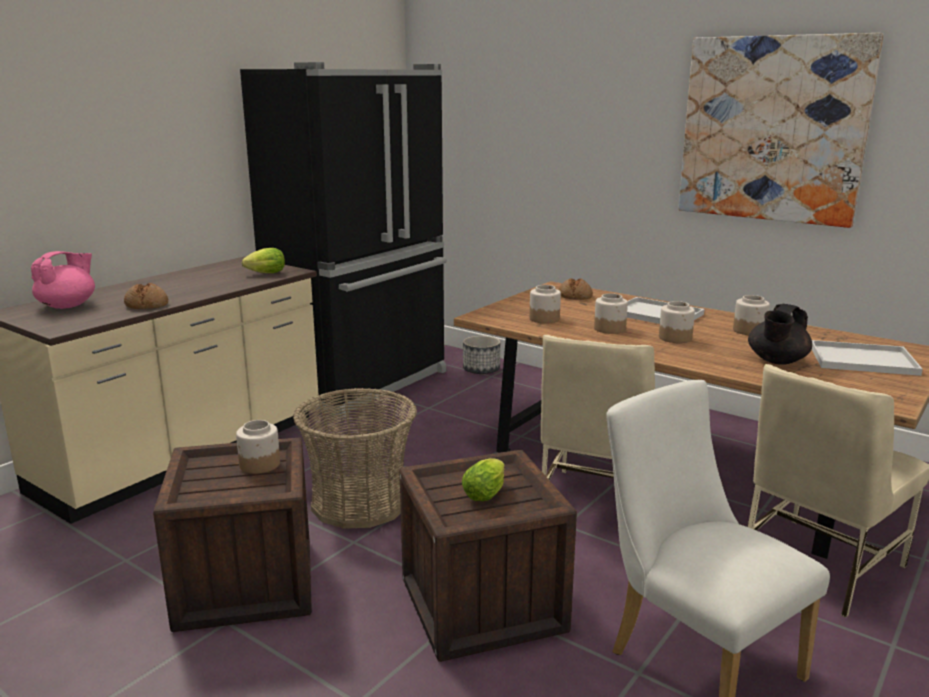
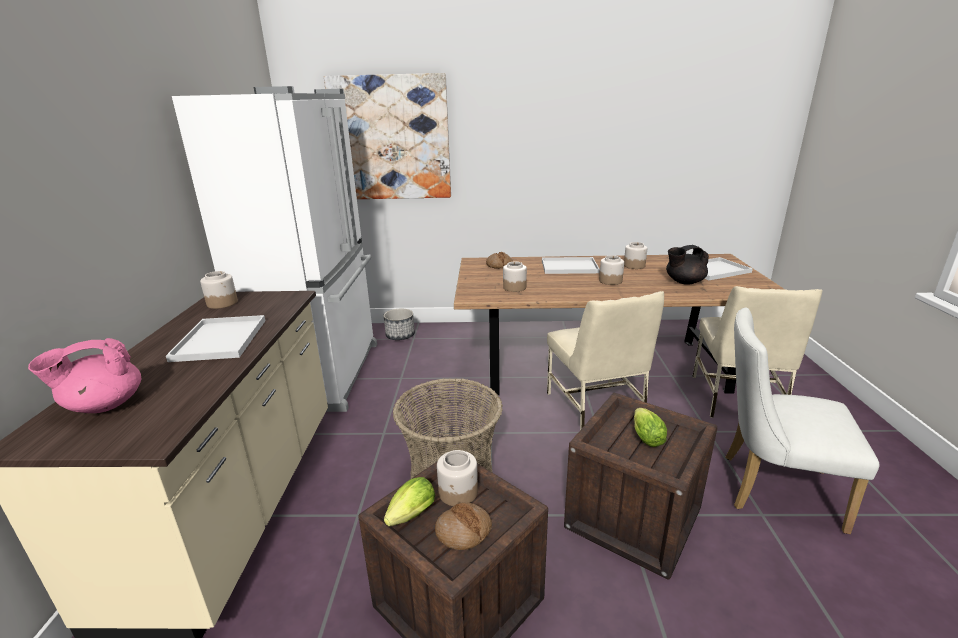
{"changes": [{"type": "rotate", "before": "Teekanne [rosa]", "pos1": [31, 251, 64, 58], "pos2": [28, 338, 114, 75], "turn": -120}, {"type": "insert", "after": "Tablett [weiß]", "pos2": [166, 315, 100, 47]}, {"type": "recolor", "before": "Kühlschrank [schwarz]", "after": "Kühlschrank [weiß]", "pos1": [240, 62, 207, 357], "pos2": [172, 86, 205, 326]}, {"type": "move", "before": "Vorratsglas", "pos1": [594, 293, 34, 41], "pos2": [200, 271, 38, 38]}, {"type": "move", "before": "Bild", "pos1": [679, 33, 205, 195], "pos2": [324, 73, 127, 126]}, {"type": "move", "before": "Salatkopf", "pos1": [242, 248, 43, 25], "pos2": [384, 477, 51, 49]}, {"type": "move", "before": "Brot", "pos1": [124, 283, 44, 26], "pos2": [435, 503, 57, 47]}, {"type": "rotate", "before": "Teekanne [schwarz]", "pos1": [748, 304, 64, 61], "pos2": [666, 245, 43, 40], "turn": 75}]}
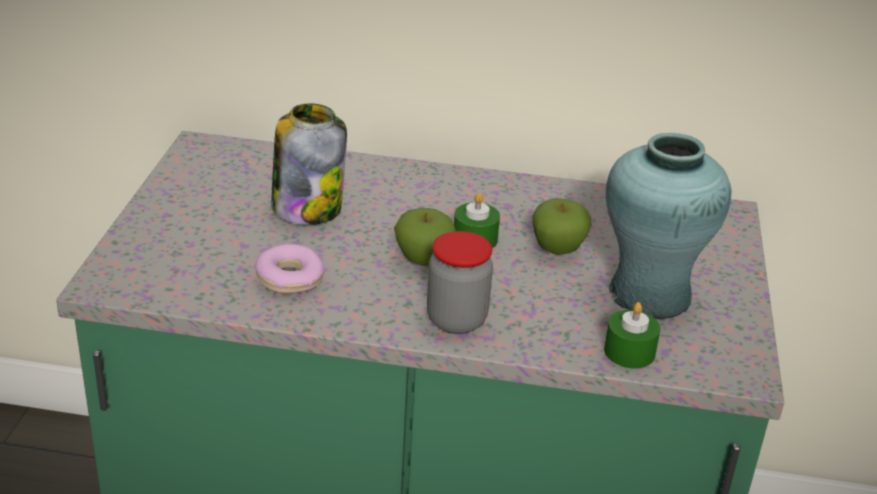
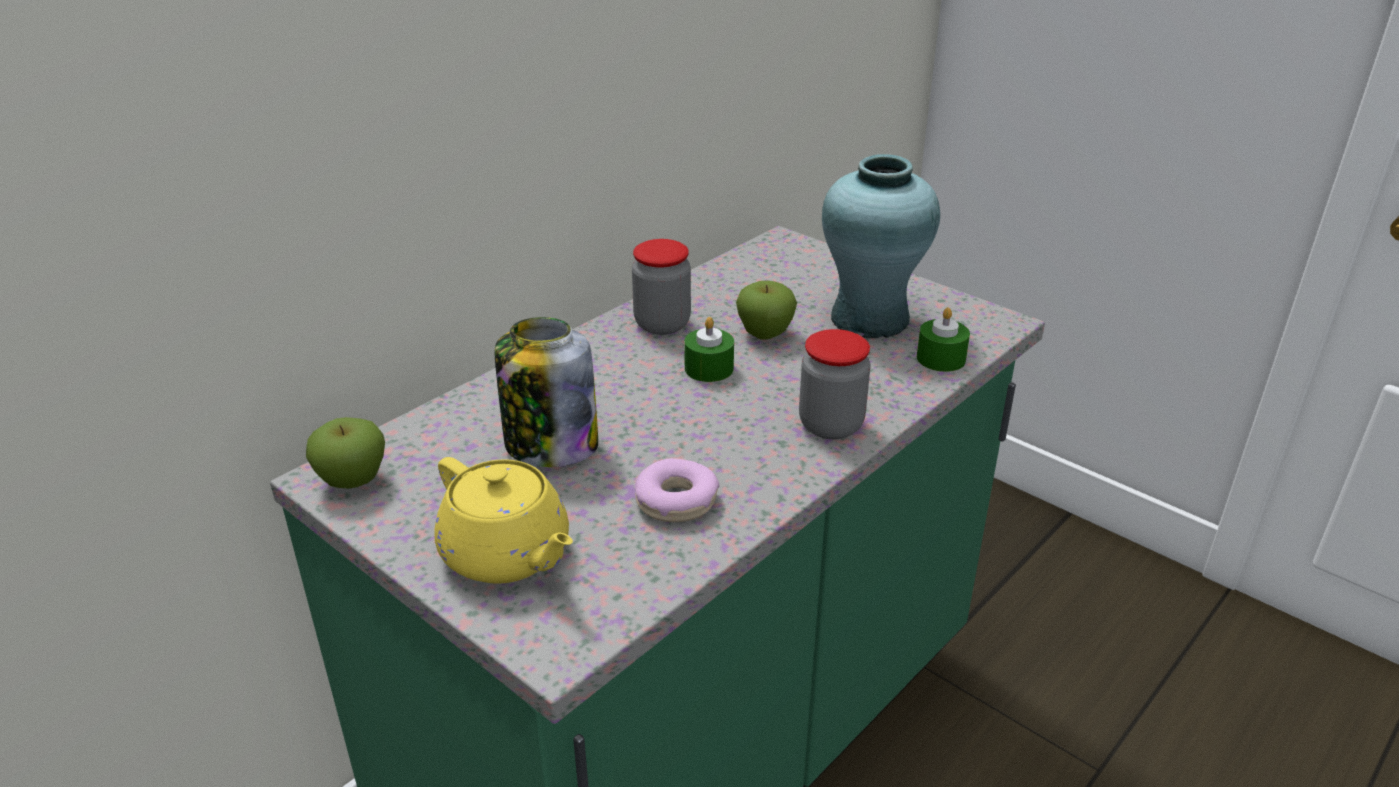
{"changes": [{"type": "move", "before": "Apfel", "pos1": [394, 208, 62, 58], "pos2": [306, 417, 79, 71]}, {"type": "insert", "after": "Teekanne [gelb]", "pos2": [434, 457, 139, 127]}, {"type": "insert", "after": "Vorratsglas", "pos2": [632, 239, 59, 96]}]}
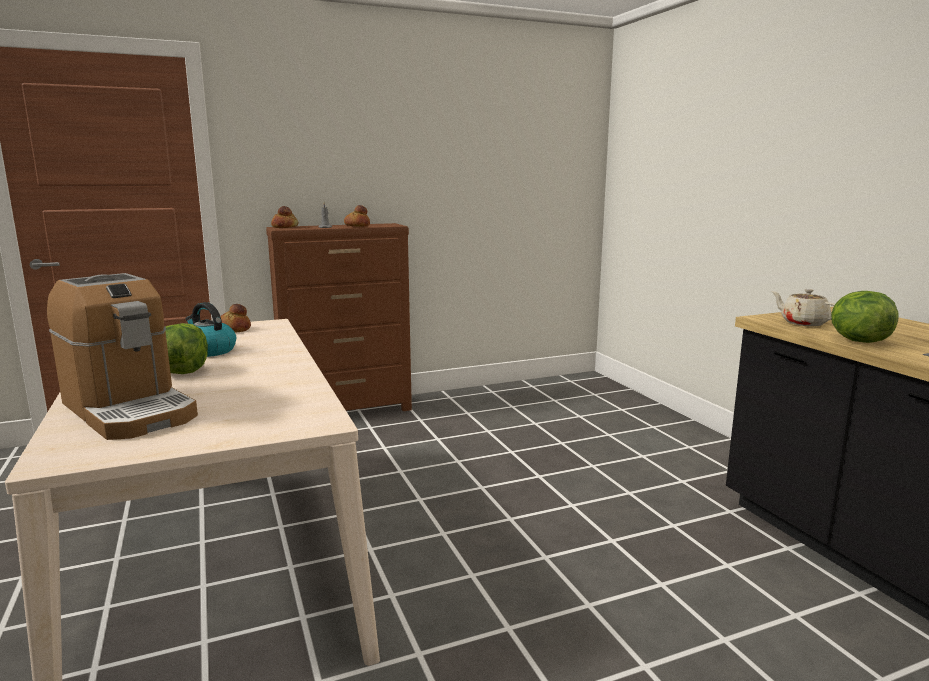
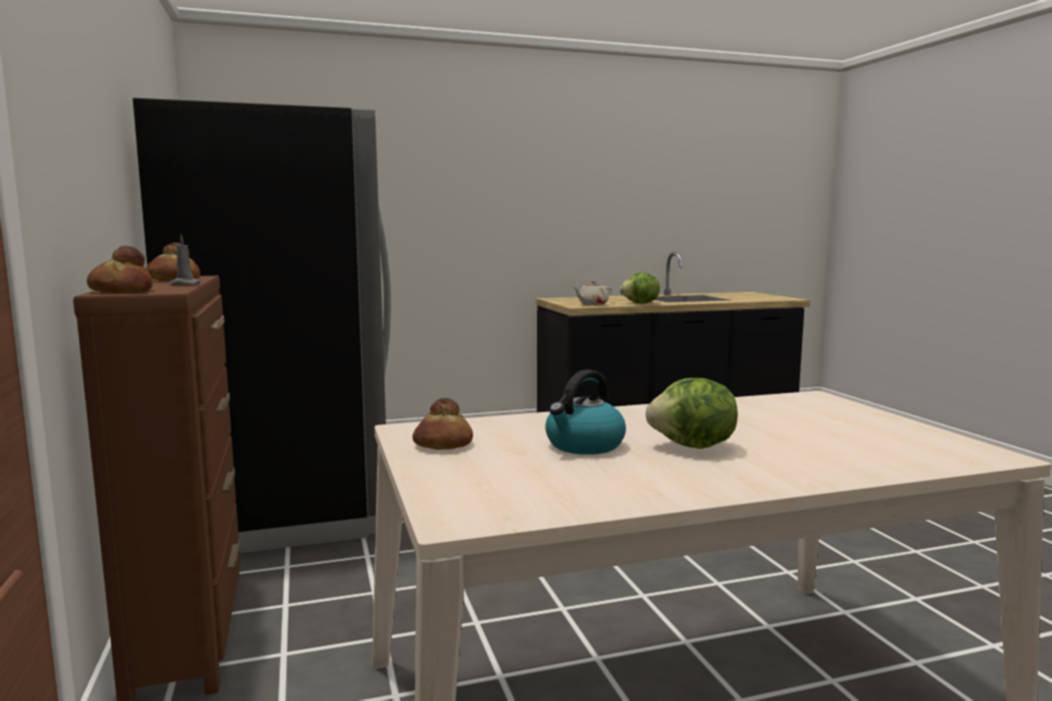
{"changes": [{"type": "insert", "after": "Kühlschrank [schwarz]", "pos2": [133, 98, 258, 455]}, {"type": "delete", "before": "Kaffeemaschine", "pos1": [47, 273, 151, 167]}]}
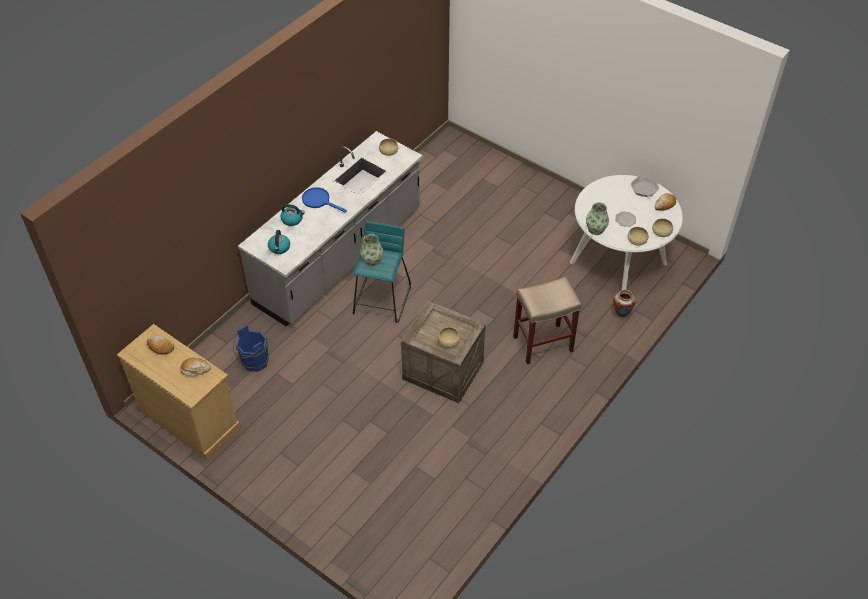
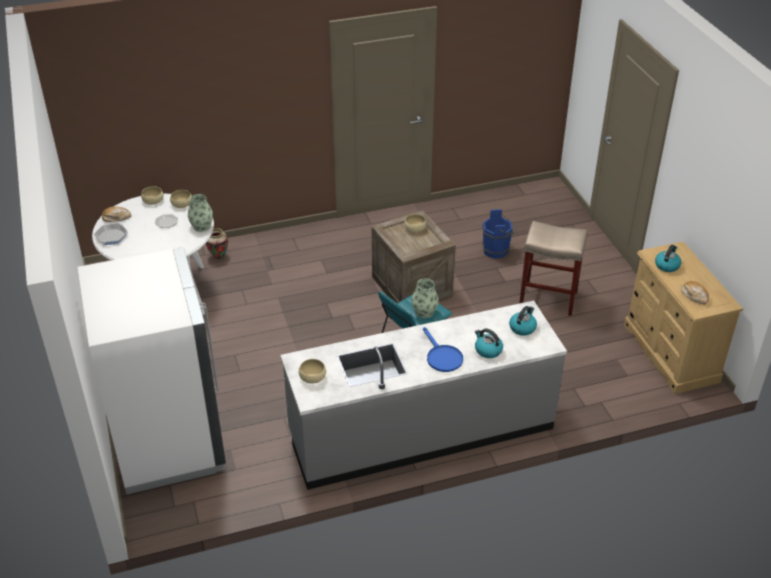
{"changes": [{"type": "insert", "after": "Kühlschrank [weiß]", "pos2": [78, 247, 148, 248]}, {"type": "move", "before": "Eimer [blau]", "pos1": [233, 325, 36, 47], "pos2": [482, 209, 34, 49]}, {"type": "move", "before": "Hocker [beige]", "pos1": [513, 277, 68, 87], "pos2": [519, 221, 69, 95]}, {"type": "replace", "before": "Brot", "after": "Wasserkessel", "pos1": [180, 358, 31, 18], "pos2": [655, 245, 26, 27]}]}
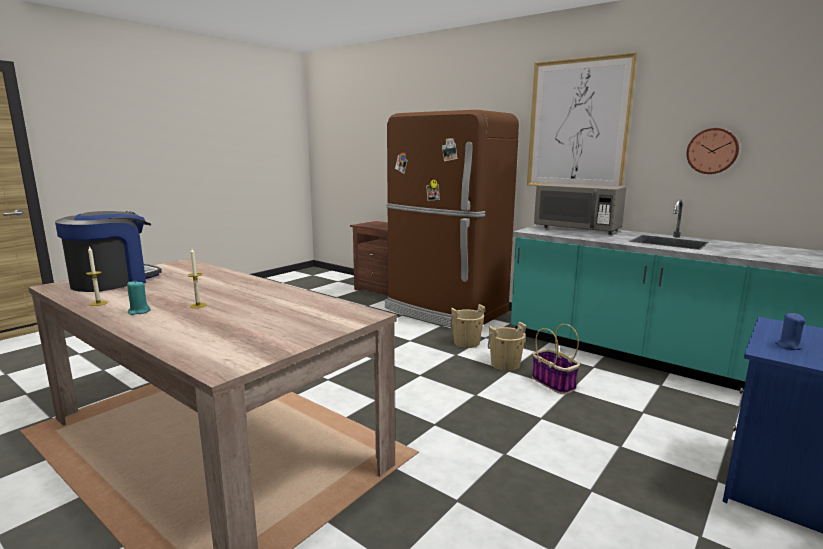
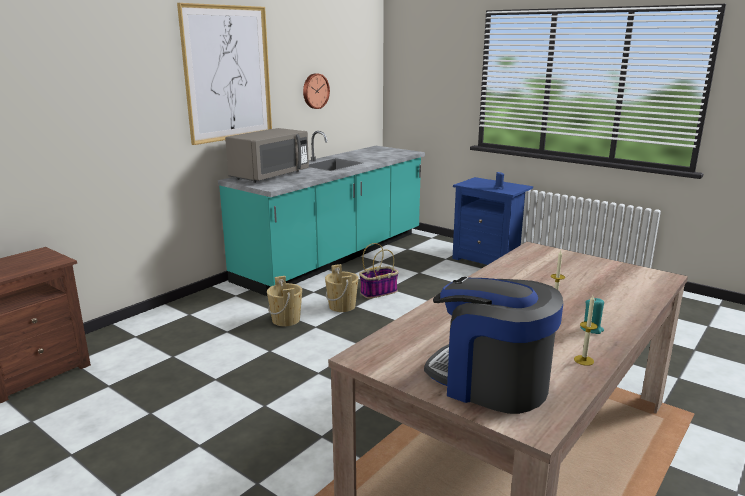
{"changes": [{"type": "delete", "before": "Kühlschrank [braun]", "pos1": [385, 110, 134, 217]}]}
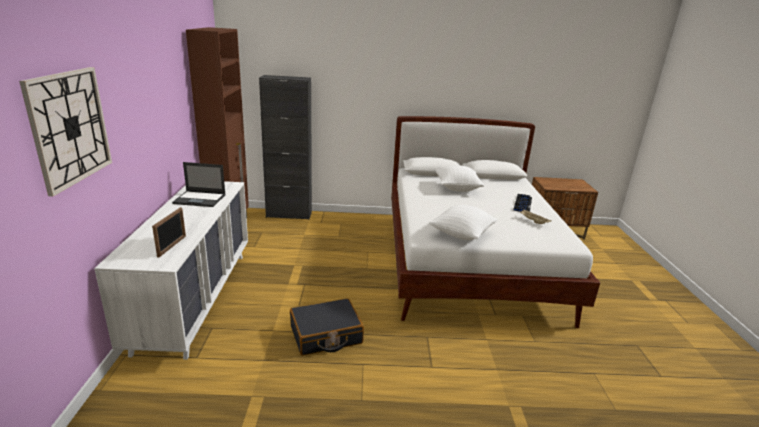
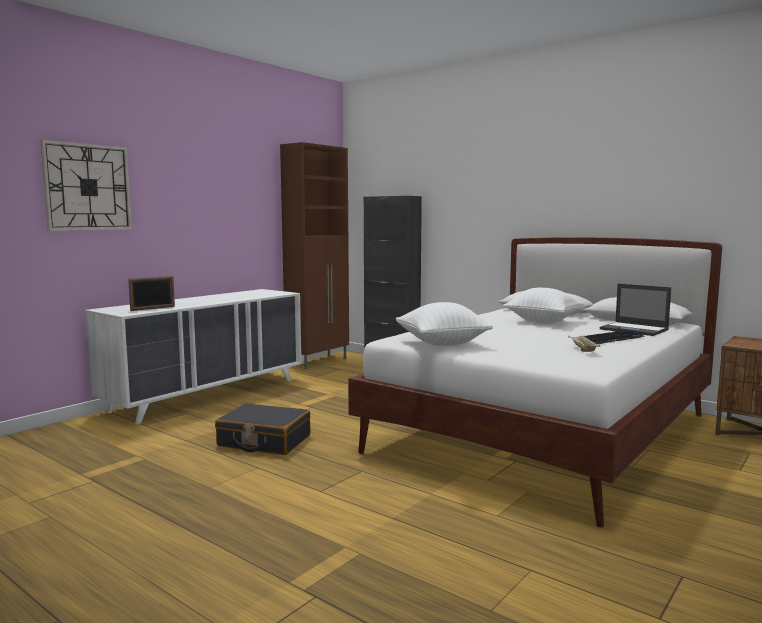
{"changes": [{"type": "move", "before": "Laptop", "pos1": [172, 162, 54, 45], "pos2": [600, 284, 71, 52]}]}
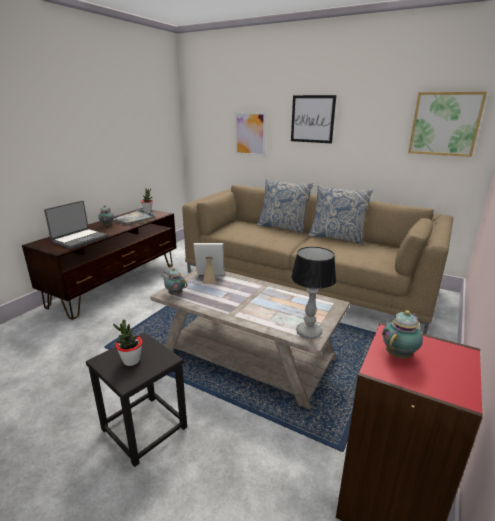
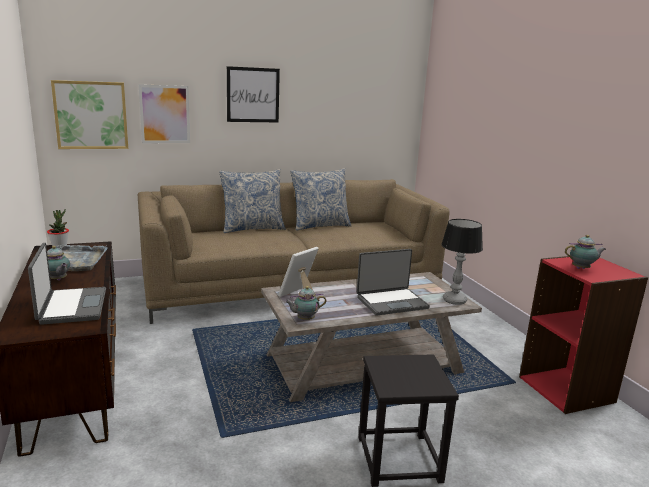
{"changes": [{"type": "move", "before": "Bild", "pos1": [408, 92, 79, 65], "pos2": [51, 80, 77, 69]}, {"type": "insert", "after": "Laptop", "pos2": [357, 249, 73, 67]}, {"type": "rotate", "before": "Teekanne", "pos1": [382, 310, 41, 49], "pos2": [565, 235, 41, 34], "turn": 90}, {"type": "delete", "before": "Topfpflanze", "pos1": [113, 320, 29, 46]}]}
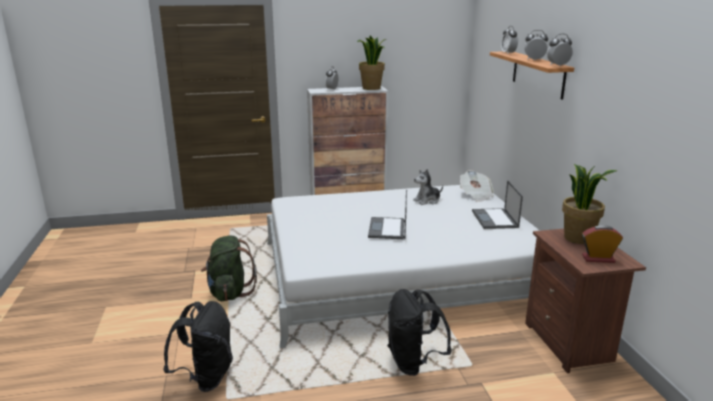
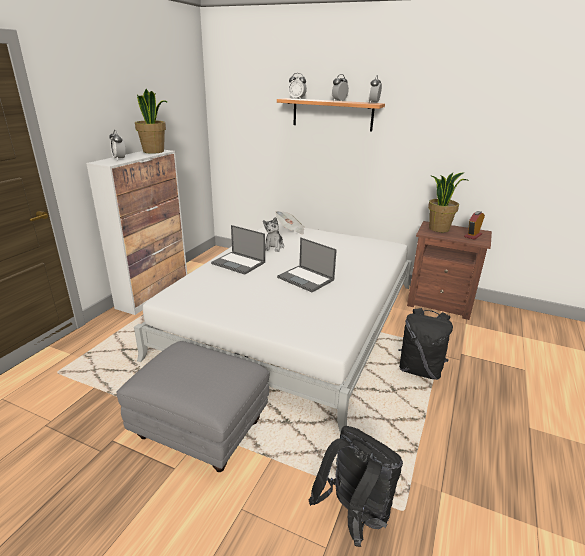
{"changes": [{"type": "replace", "before": "Rucksack [grün]", "after": "Polsterhocker [grau]", "pos1": [201, 236, 56, 65], "pos2": [116, 341, 153, 131]}, {"type": "move", "before": "Laptop", "pos1": [472, 180, 51, 49], "pos2": [211, 225, 54, 50]}]}
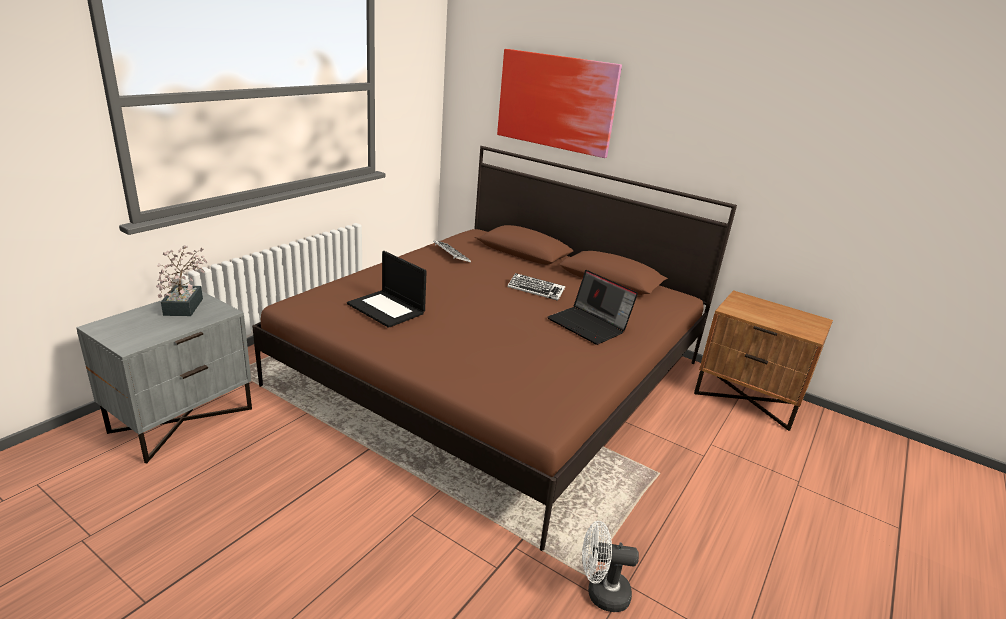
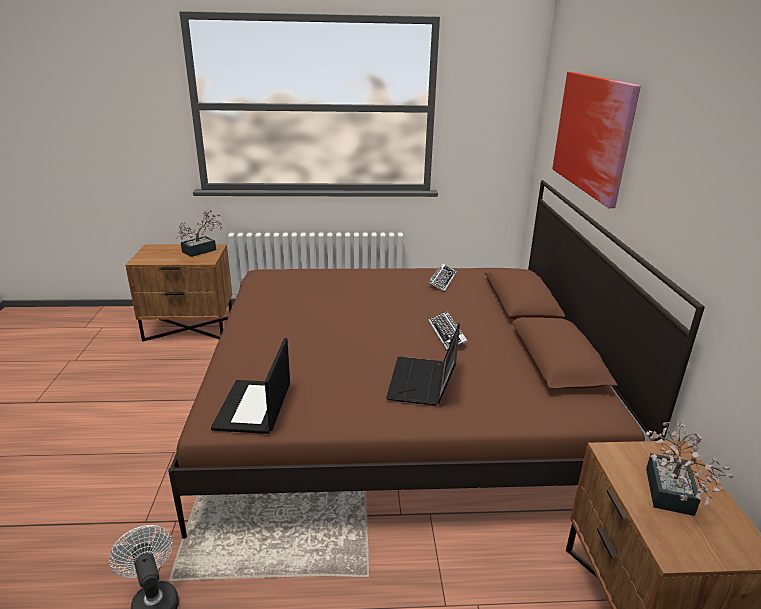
{"changes": [{"type": "recolor", "before": "Nachttisch [grau]", "after": "Nachttisch [braun]", "pos1": [76, 292, 176, 171], "pos2": [126, 244, 106, 98]}, {"type": "move", "before": "Laptop", "pos1": [347, 251, 80, 77], "pos2": [211, 338, 79, 96]}, {"type": "insert", "after": "Topfpflanze", "pos2": [646, 422, 87, 94]}]}
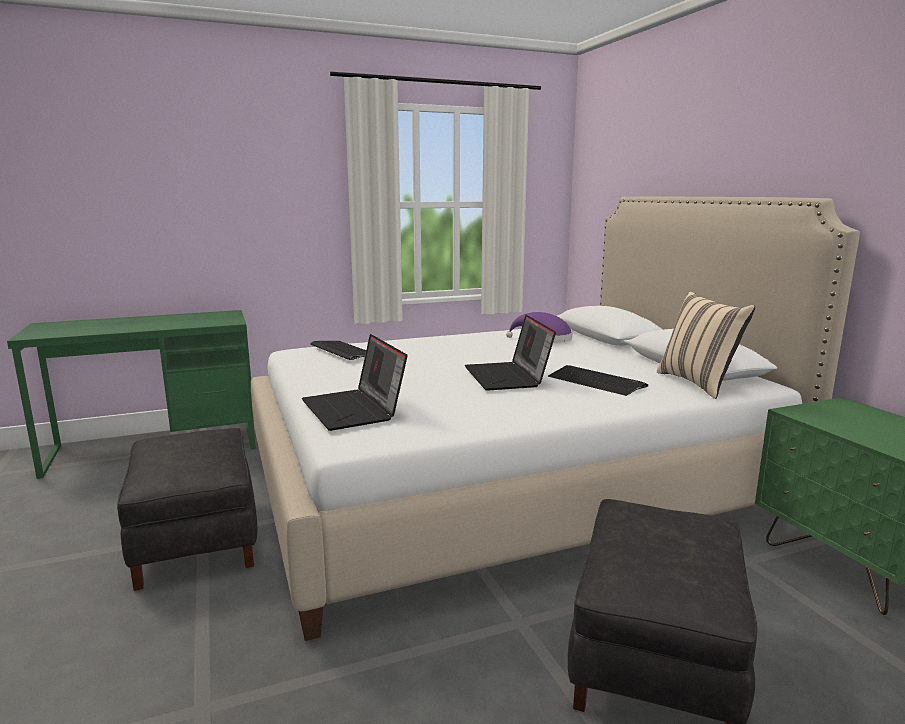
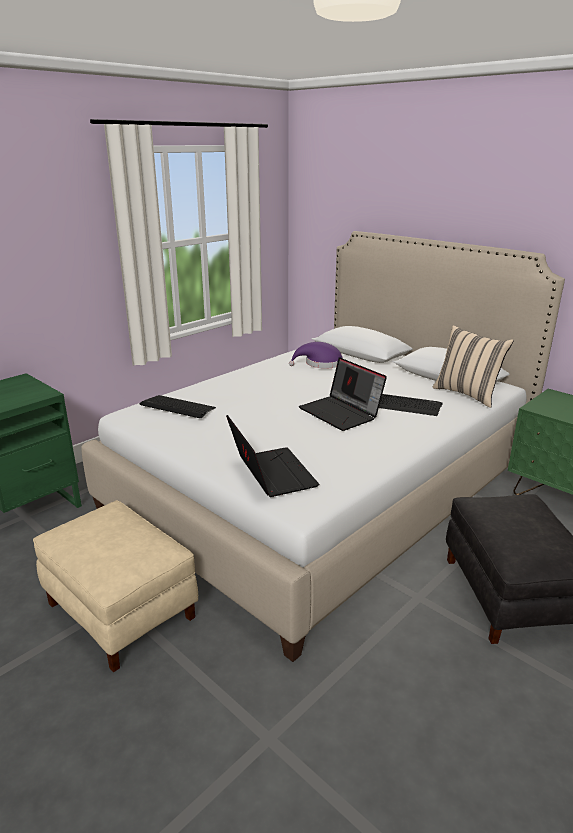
{"changes": [{"type": "recolor", "before": "Polsterhocker [schwarz]", "after": "Polsterhocker [beige]", "pos1": [117, 428, 140, 163], "pos2": [33, 500, 165, 172]}, {"type": "rotate", "before": "Laptop", "pos1": [302, 334, 106, 97], "pos2": [226, 415, 93, 82], "turn": -150}]}
